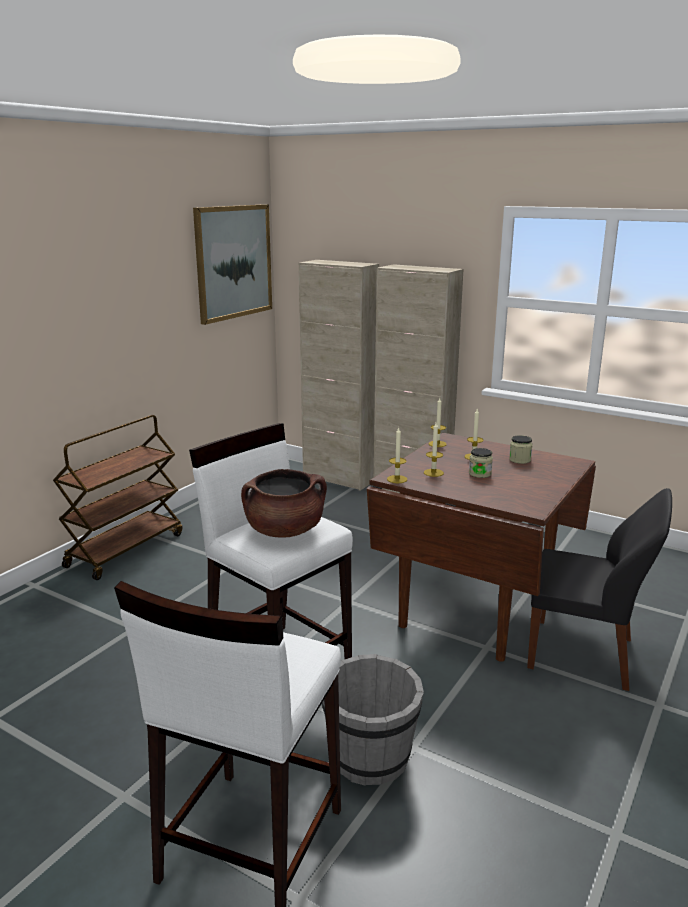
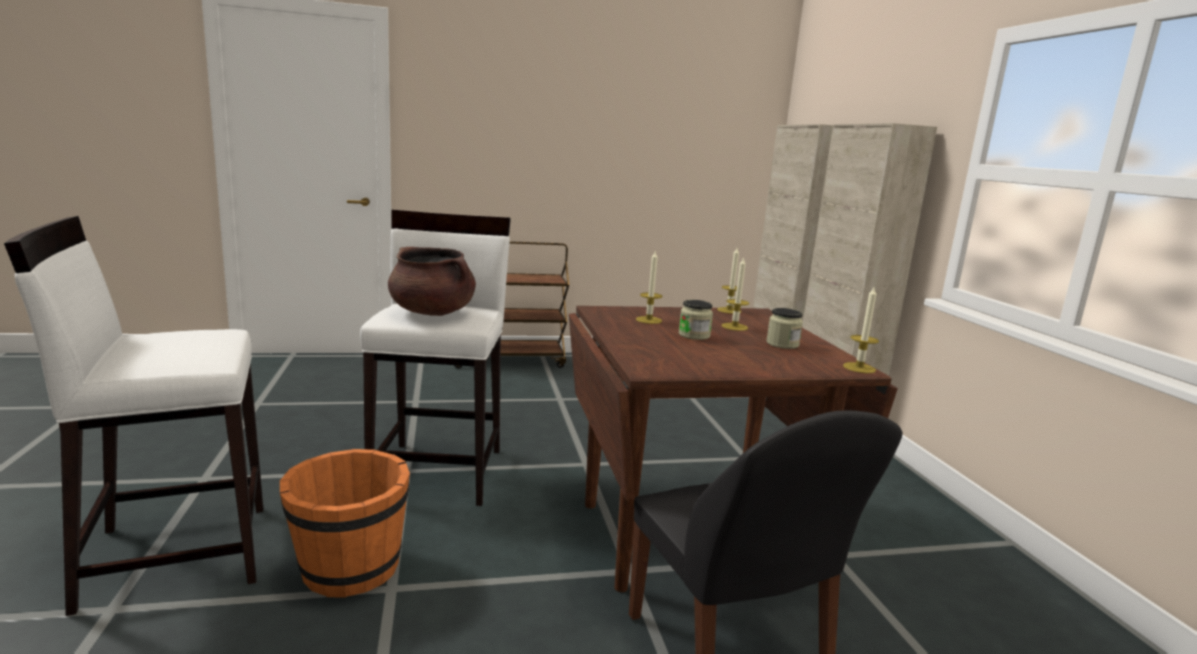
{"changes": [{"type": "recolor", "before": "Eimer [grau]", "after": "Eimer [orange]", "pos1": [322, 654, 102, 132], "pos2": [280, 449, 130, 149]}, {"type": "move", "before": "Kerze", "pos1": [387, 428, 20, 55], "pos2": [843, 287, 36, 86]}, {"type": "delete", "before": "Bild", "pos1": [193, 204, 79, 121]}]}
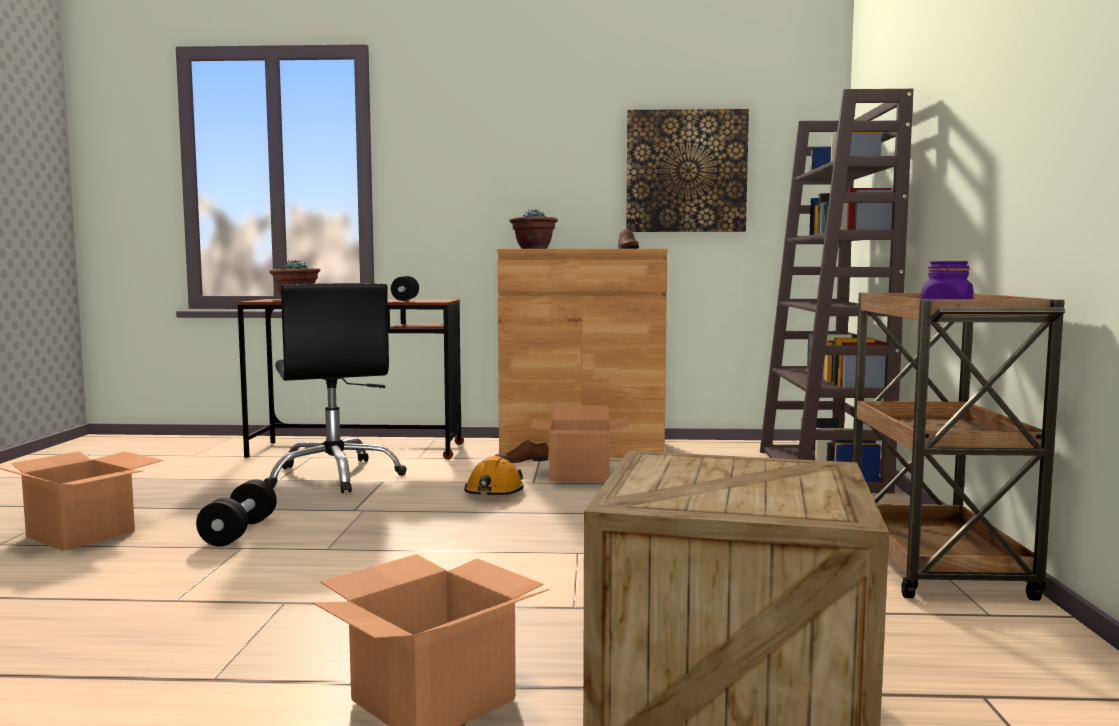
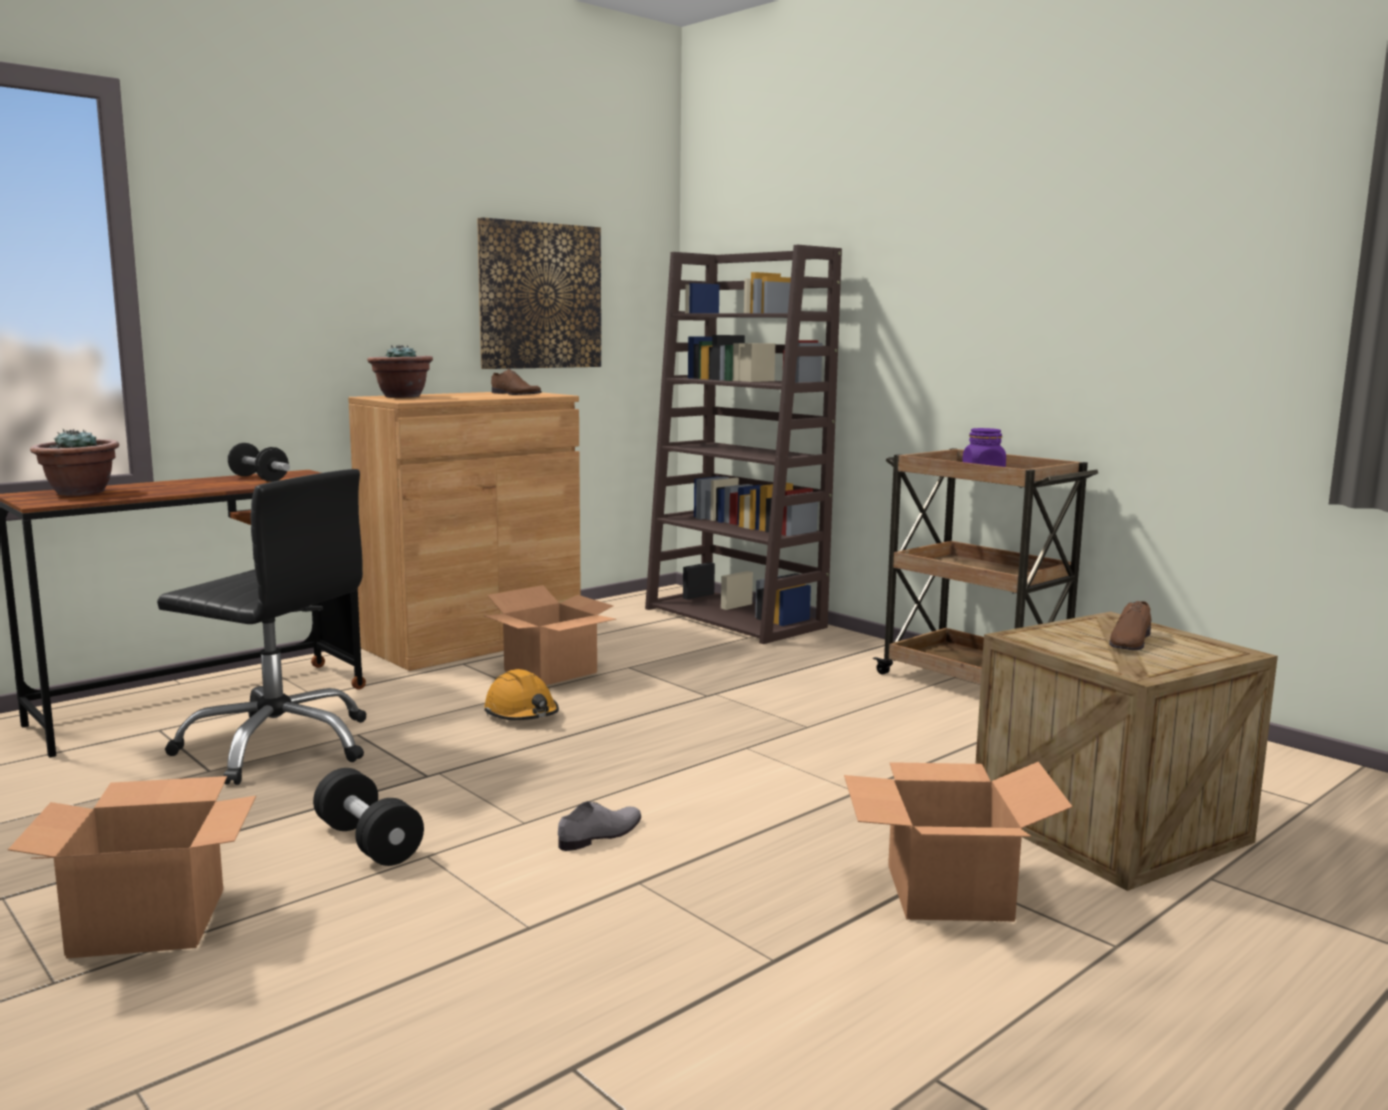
{"changes": [{"type": "insert", "after": "Schuh [grau]", "pos2": [558, 801, 83, 50]}, {"type": "move", "before": "Schuh [braun]", "pos1": [495, 440, 54, 23], "pos2": [1109, 601, 42, 49]}]}
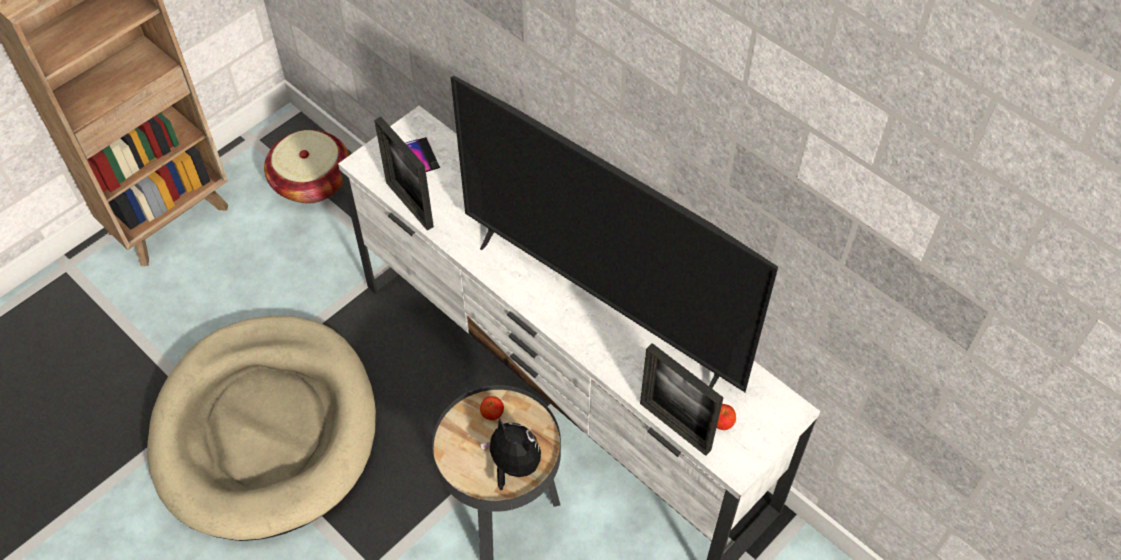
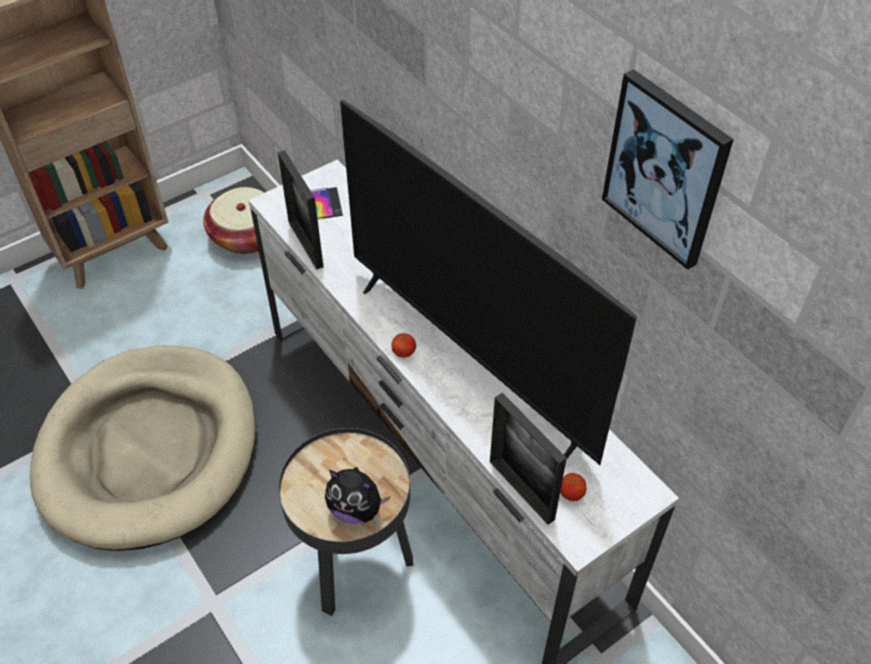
{"changes": [{"type": "rotate", "before": "Plüschtier", "pos1": [480, 417, 61, 73], "pos2": [325, 467, 65, 57], "turn": 150}, {"type": "move", "before": "Apfel", "pos1": [480, 396, 24, 24], "pos2": [391, 333, 25, 25]}, {"type": "insert", "after": "Bild", "pos2": [602, 69, 132, 201]}]}
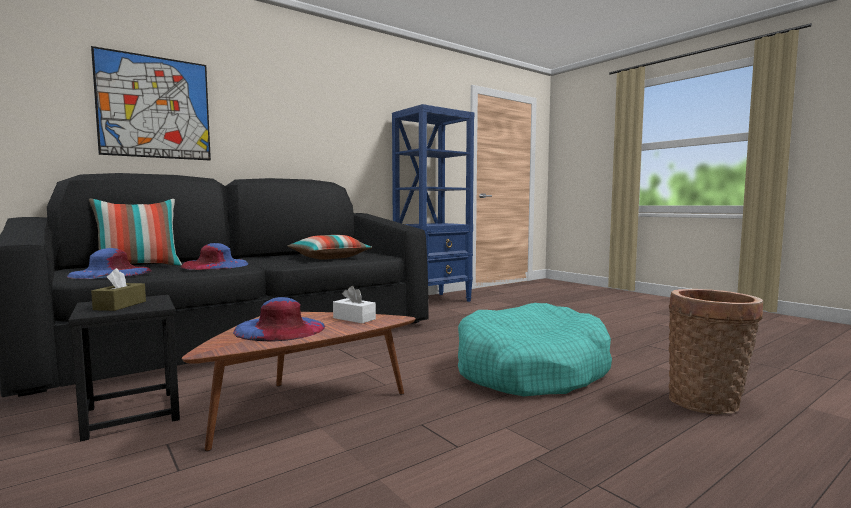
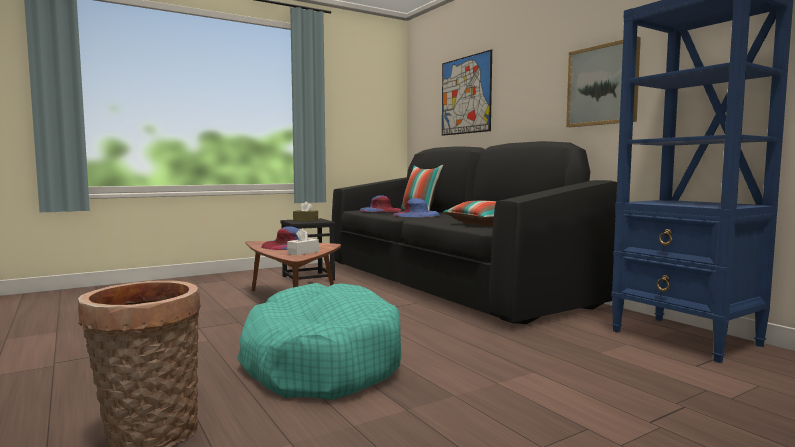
{"changes": [{"type": "insert", "after": "Bild", "pos2": [566, 37, 75, 90]}]}
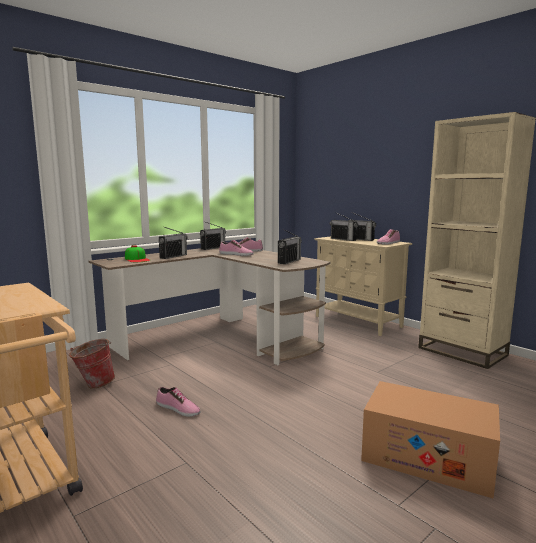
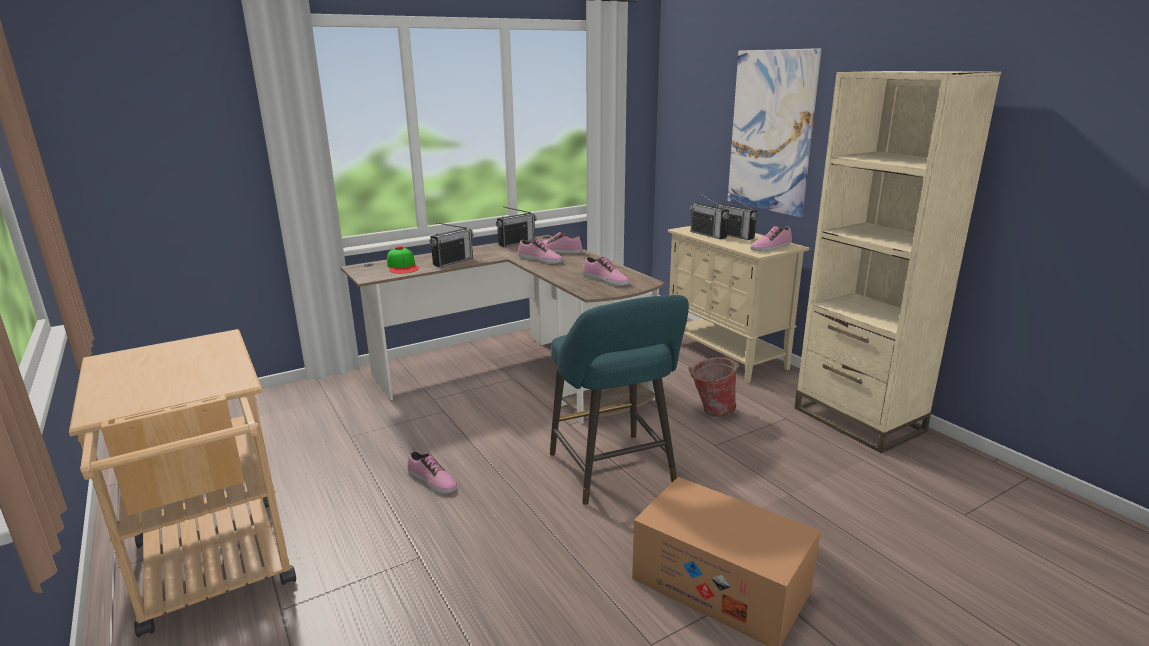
{"changes": [{"type": "insert", "after": "Hocker [türkis]", "pos2": [550, 295, 139, 211]}, {"type": "replace", "before": "Radio", "after": "Schuh", "pos1": [278, 230, 24, 34], "pos2": [582, 257, 48, 29]}, {"type": "move", "before": "Eimer", "pos1": [69, 339, 46, 50], "pos2": [689, 357, 50, 60]}, {"type": "insert", "after": "Bild", "pos2": [728, 48, 94, 170]}]}
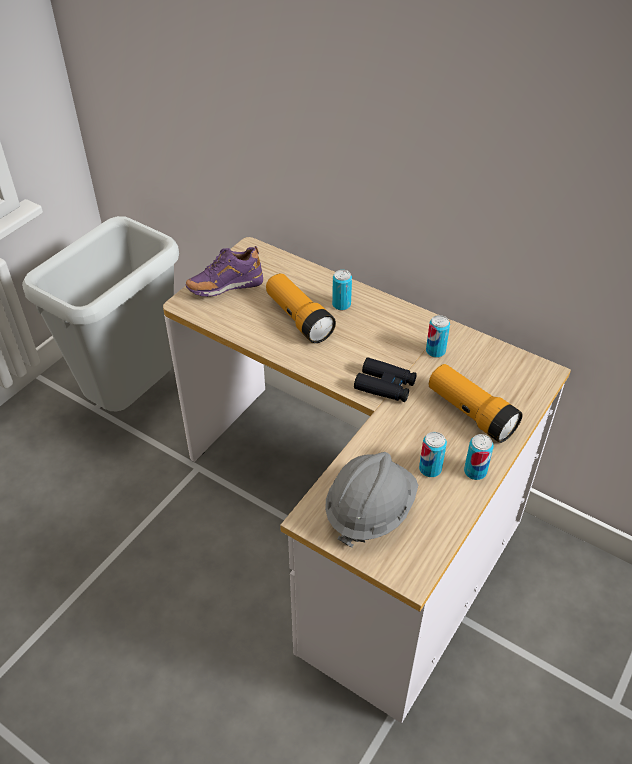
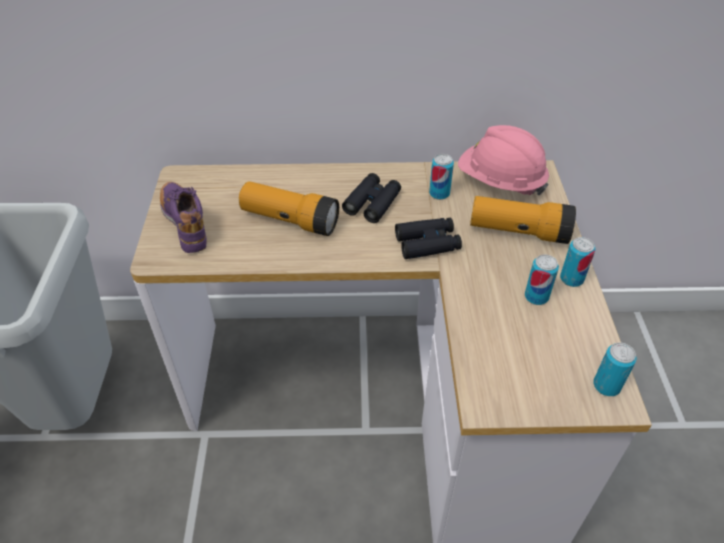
{"changes": [{"type": "rotate", "before": "Schuh [lila]", "pos1": [185, 246, 78, 51], "pos2": [160, 182, 47, 71], "turn": 120}, {"type": "insert", "after": "Fernglas [schwarz]", "pos2": [342, 173, 59, 50]}, {"type": "insert", "after": "Schutzhelm [rosa]", "pos2": [458, 125, 91, 71]}, {"type": "move", "before": "Dose", "pos1": [332, 270, 20, 40], "pos2": [593, 343, 44, 53]}, {"type": "delete", "before": "Schutzhelm [grau]", "pos1": [325, 452, 93, 95]}]}
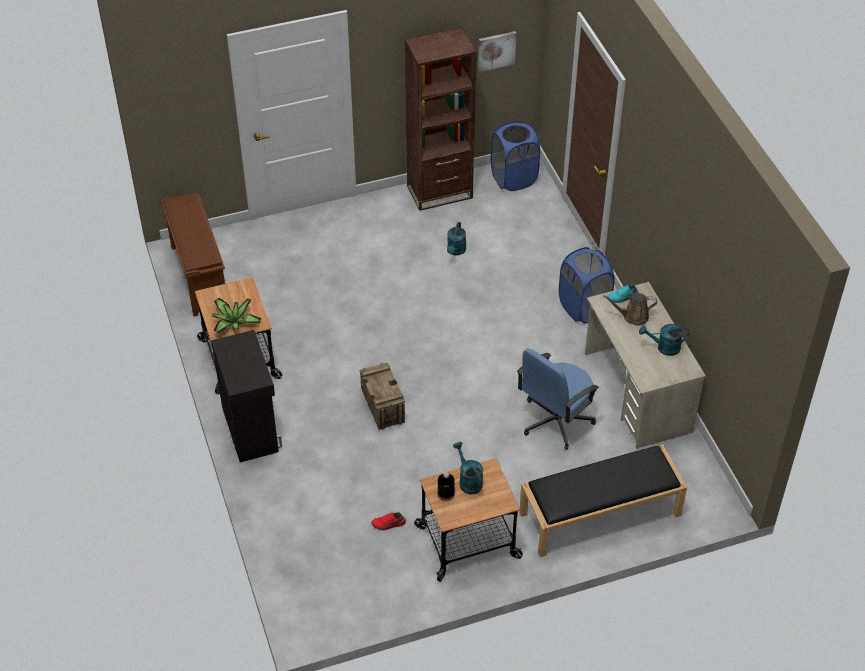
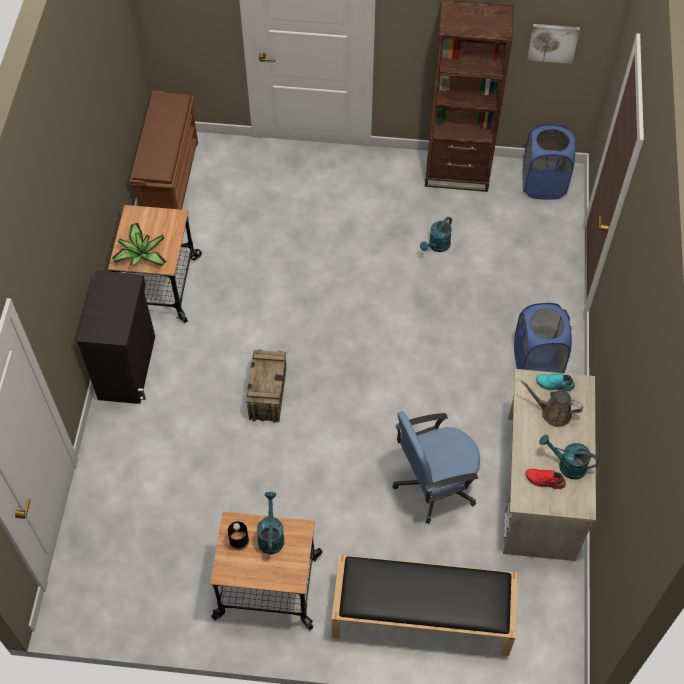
{"changes": [{"type": "move", "before": "Schuh [rot]", "pos1": [371, 512, 35, 19], "pos2": [526, 469, 40, 20]}]}
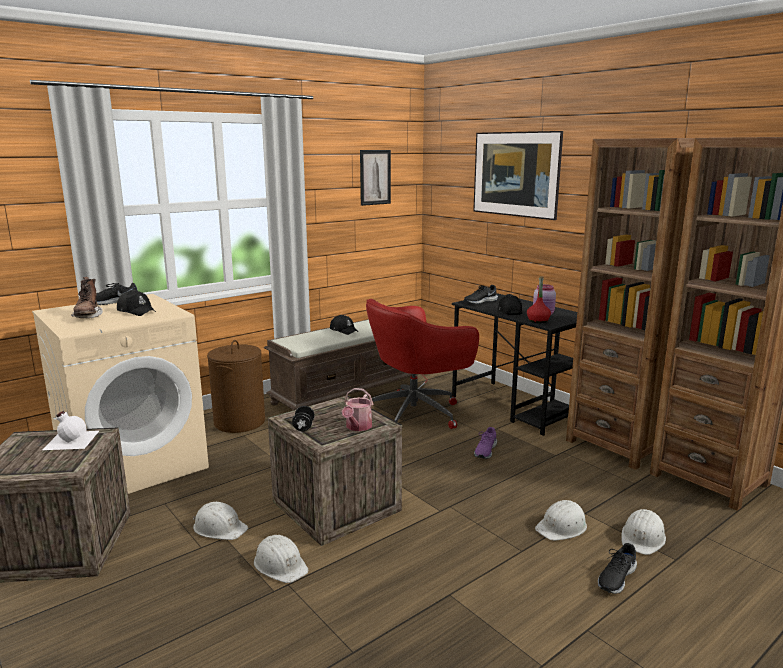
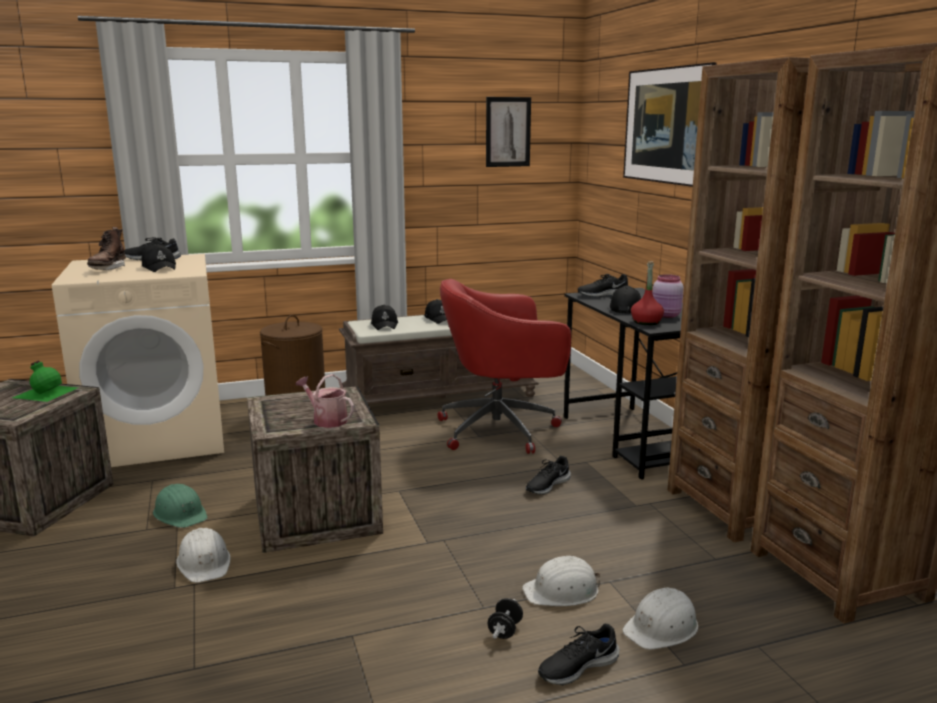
{"changes": [{"type": "recolor", "before": "Flasche [weiß]", "after": "Flasche [grün]", "pos1": [43, 411, 56, 39], "pos2": [12, 361, 65, 41]}, {"type": "recolor", "before": "Schutzhelm [weiß]", "after": "Schutzhelm [grün]", "pos1": [193, 502, 55, 38], "pos2": [153, 484, 54, 44]}, {"type": "rotate", "before": "Gießkanne", "pos1": [341, 388, 32, 43], "pos2": [295, 374, 59, 54], "turn": 90}, {"type": "insert", "after": "Kappe [schwarz]", "pos2": [371, 305, 27, 25]}, {"type": "move", "before": "Hantel [schwarz]", "pos1": [292, 406, 23, 25], "pos2": [488, 598, 35, 41]}, {"type": "recolor", "before": "Schuh [lila]", "after": "Schuh [schwarz]", "pos1": [474, 427, 23, 32], "pos2": [526, 456, 45, 39]}]}
